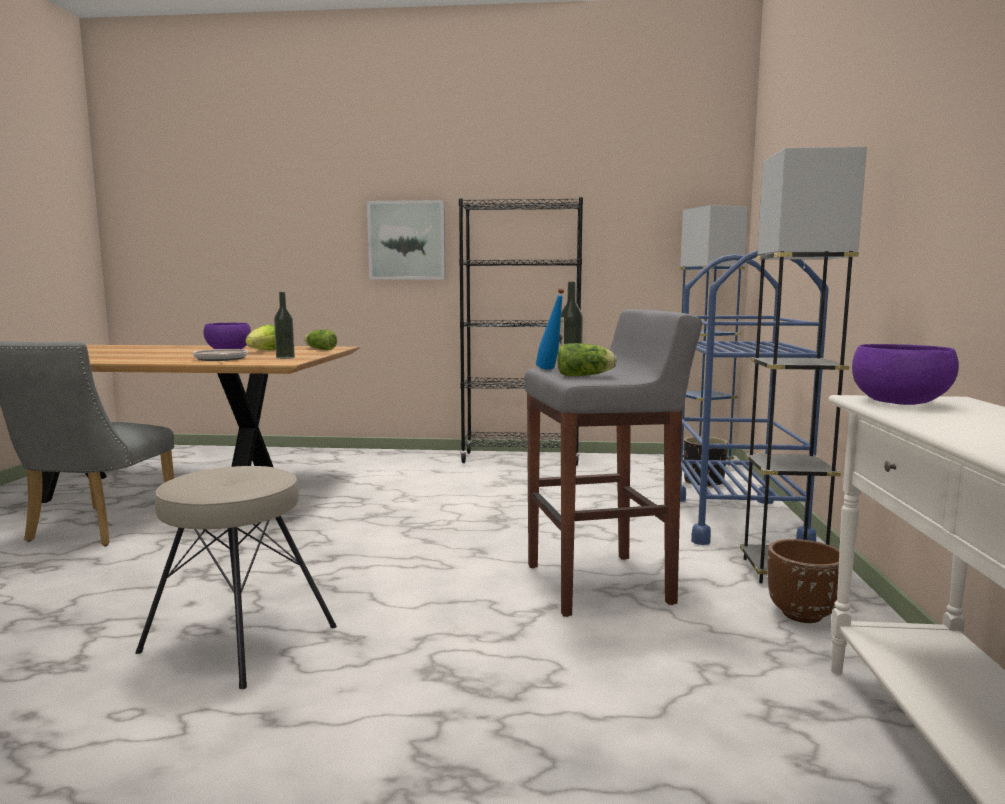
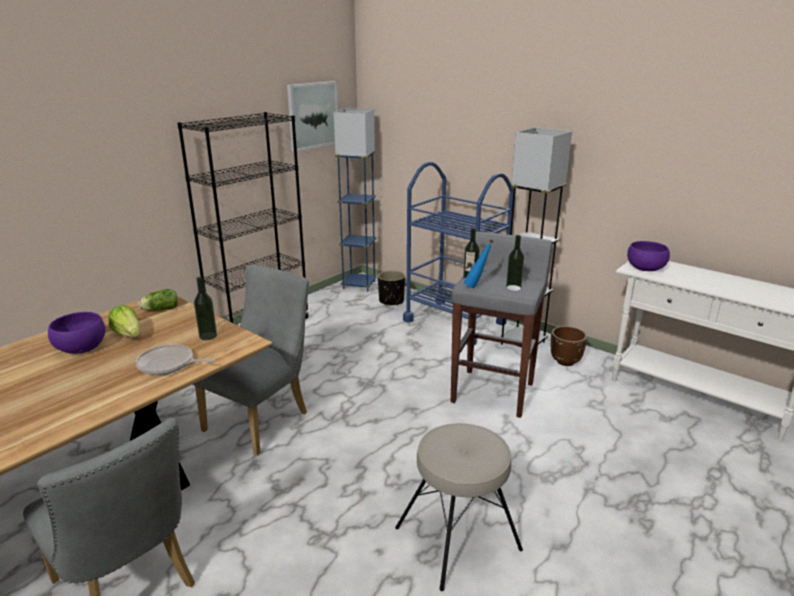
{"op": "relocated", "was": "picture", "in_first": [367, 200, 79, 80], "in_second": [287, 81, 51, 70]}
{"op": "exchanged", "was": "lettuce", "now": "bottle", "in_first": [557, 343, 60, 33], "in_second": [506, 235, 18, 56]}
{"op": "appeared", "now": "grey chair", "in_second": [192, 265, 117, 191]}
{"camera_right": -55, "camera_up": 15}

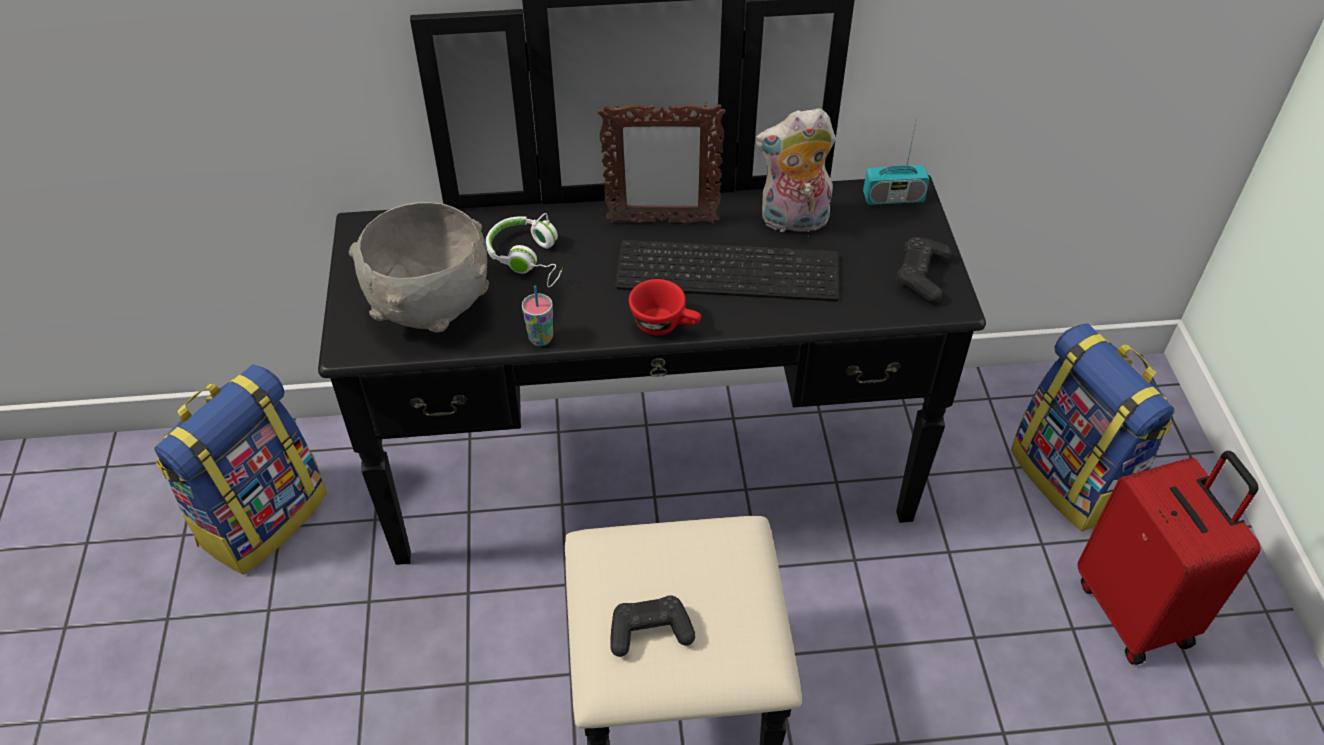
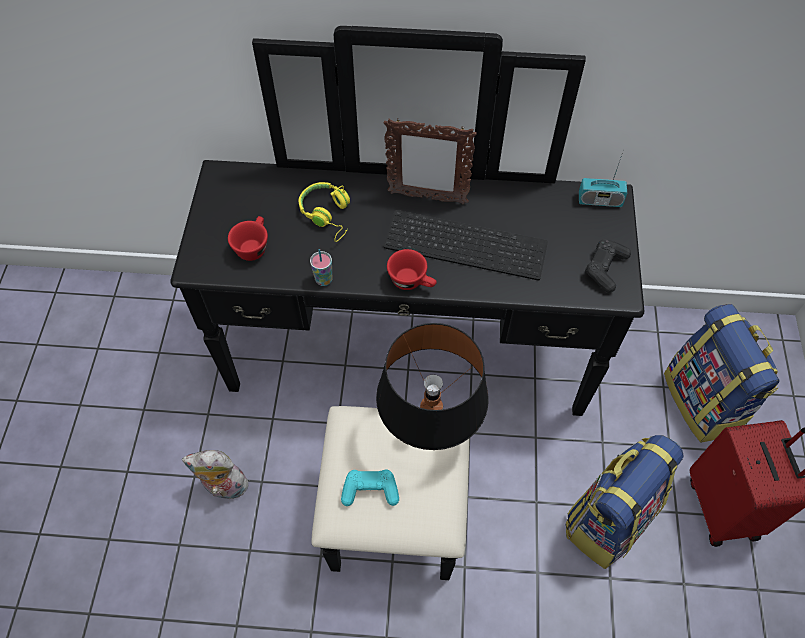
{"op": "relocated", "was": "plush toy", "in_first": [755, 108, 81, 124], "in_second": [182, 450, 67, 50]}
{"op": "exchanged", "was": "grey bowl", "now": "red cup", "in_first": [349, 202, 140, 131], "in_second": [228, 216, 40, 45]}
{"op": "colour", "was": "white headphones", "now": "yellow headphones", "in_first": [486, 213, 77, 74], "in_second": [299, 182, 51, 60]}
{"op": "relocated", "was": "backpack", "in_first": [155, 364, 172, 211], "in_second": [566, 435, 118, 134]}
{"op": "colour", "was": "black game controller", "now": "turquoise game controller", "in_first": [610, 595, 85, 62], "in_second": [341, 469, 58, 37]}
{"op": "appeared", "now": "black table lamp", "in_second": [376, 323, 113, 127]}
{"camera_right": 10, "camera_up": 10}

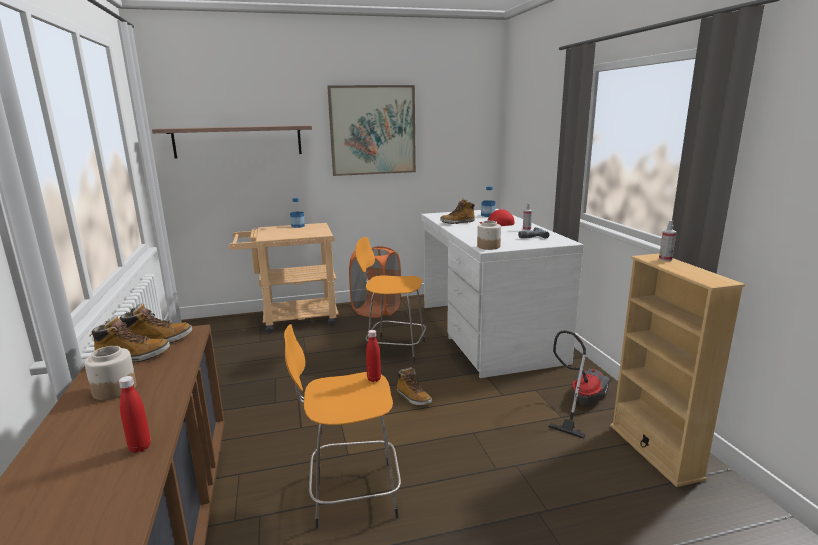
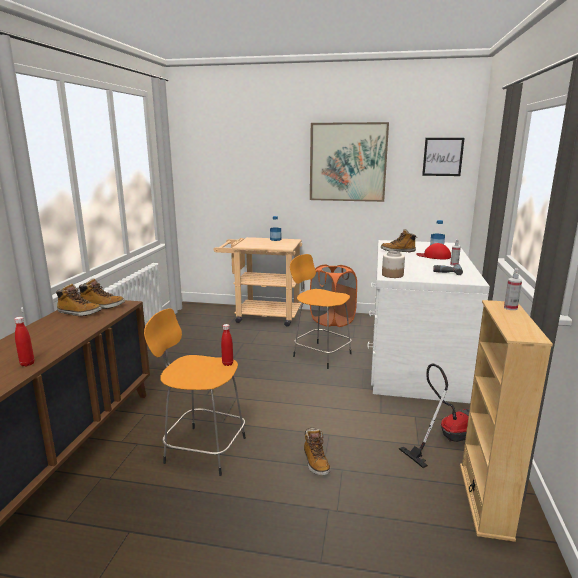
{"op": "missing", "was": "shelf", "in_first": [152, 125, 160, 33]}
{"op": "missing", "was": "jar", "in_first": [84, 346, 53, 54]}
{"op": "relocated", "was": "boot", "in_first": [397, 367, 35, 39], "in_second": [304, 428, 27, 47]}
{"op": "appeared", "now": "picture", "in_second": [422, 138, 43, 38]}
{"camera_right": 25, "camera_up": 0}

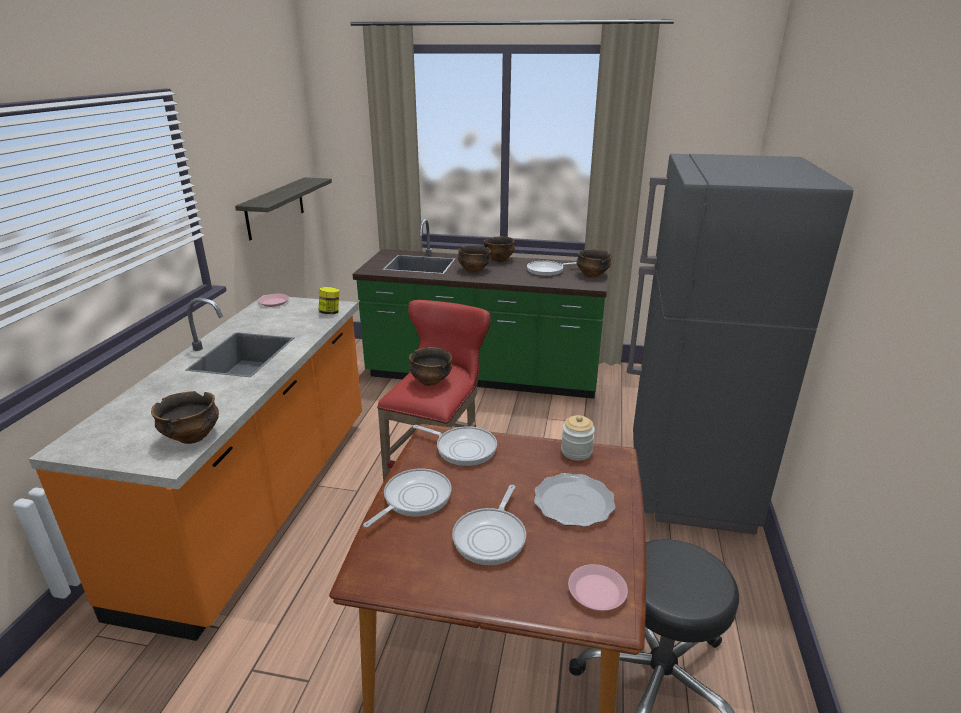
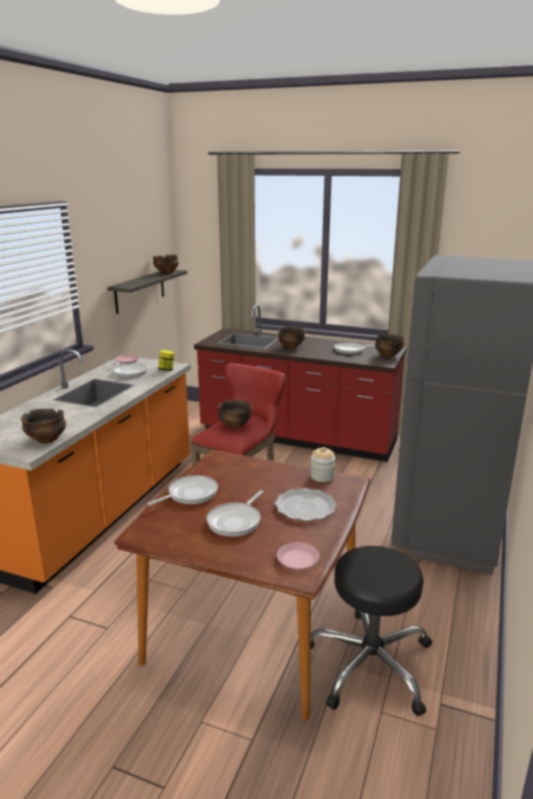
{"op": "colour", "was": "green counter", "now": "red counter", "in_first": [353, 219, 255, 180], "in_second": [194, 305, 213, 157]}
{"op": "relocated", "was": "bowl", "in_first": [483, 236, 32, 26], "in_second": [153, 255, 26, 19]}
{"op": "relocated", "was": "frying pan", "in_first": [413, 425, 84, 41], "in_second": [107, 361, 41, 17]}
{"camera_right": 10, "camera_up": -5}

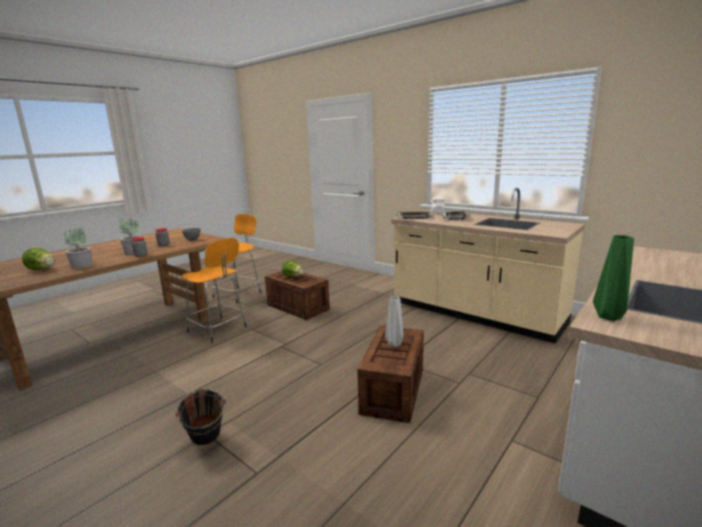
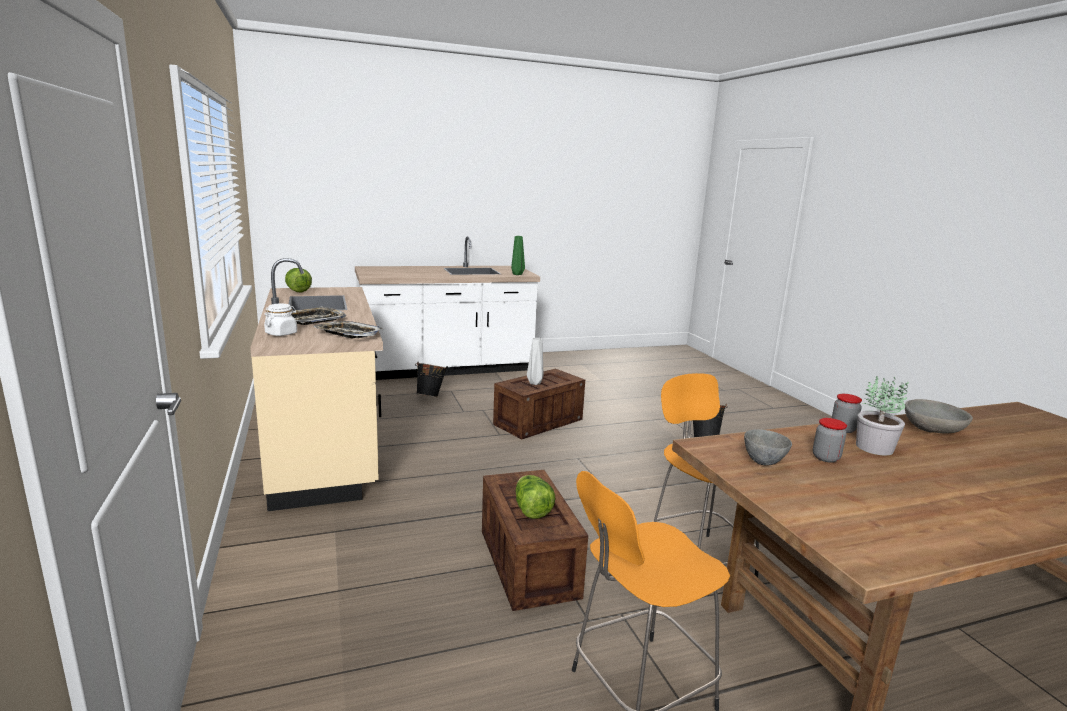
{"op": "exchanged", "was": "potted plant", "now": "grey bowl", "in_first": [64, 228, 28, 41], "in_second": [905, 399, 68, 35]}
{"op": "relocated", "was": "lettuce", "in_first": [22, 248, 33, 22], "in_second": [285, 268, 27, 24]}
{"op": "appeared", "now": "black bucket", "in_second": [415, 362, 33, 35]}
{"camera_right": -150, "camera_up": 0}

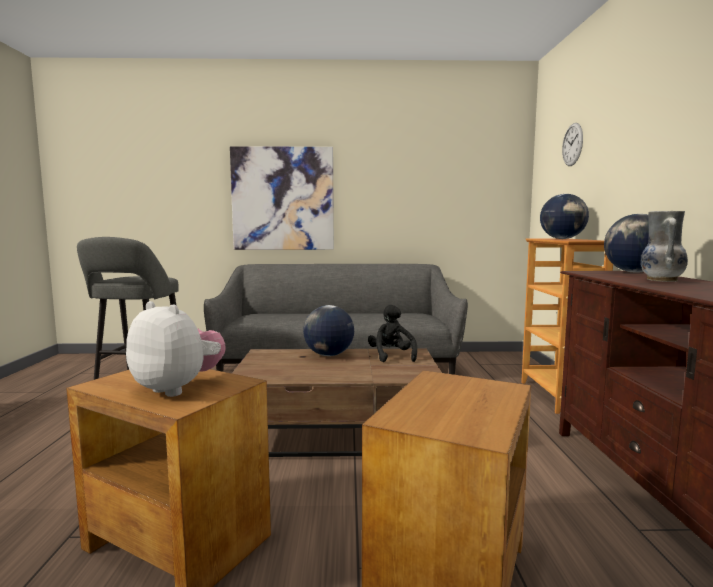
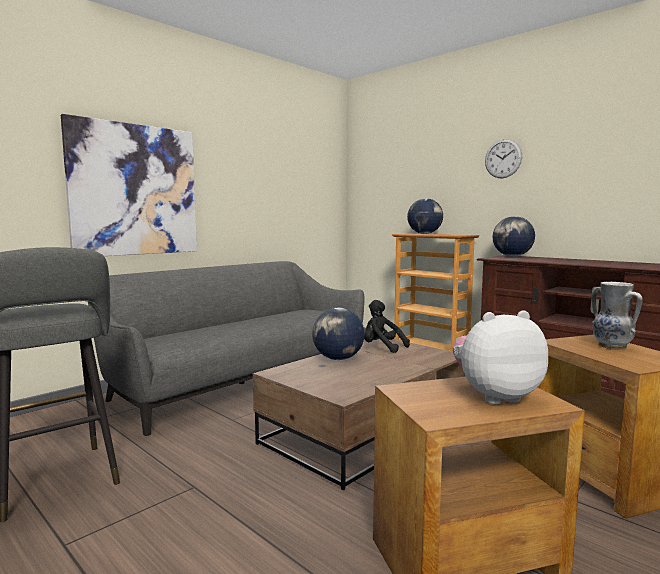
{"op": "relocated", "was": "wall clock", "in_first": [562, 123, 21, 43], "in_second": [485, 139, 37, 39]}
{"op": "relocated", "was": "vase", "in_first": [641, 211, 47, 71], "in_second": [591, 281, 52, 69]}
{"camera_right": -45, "camera_up": 0}

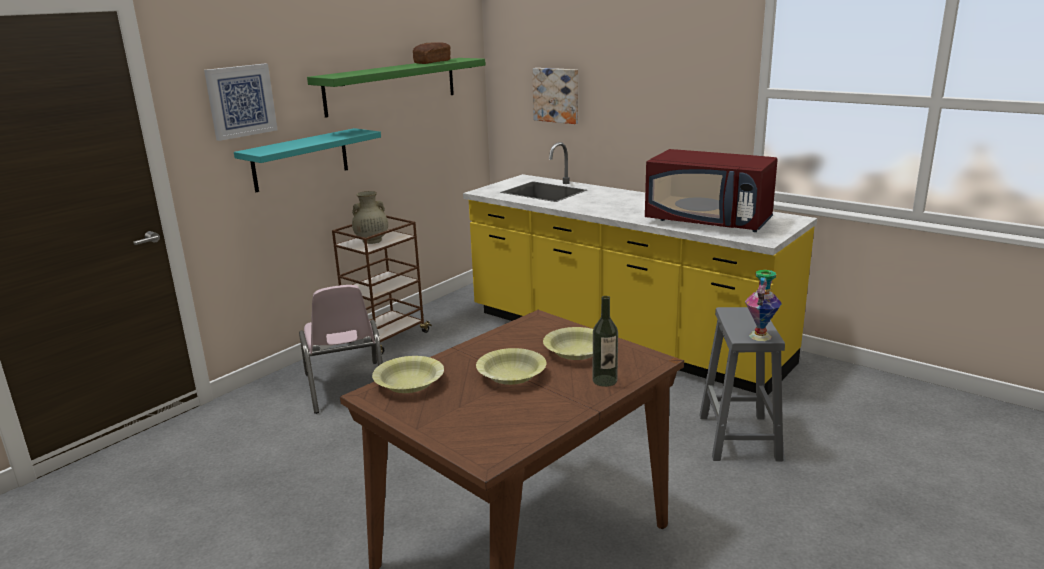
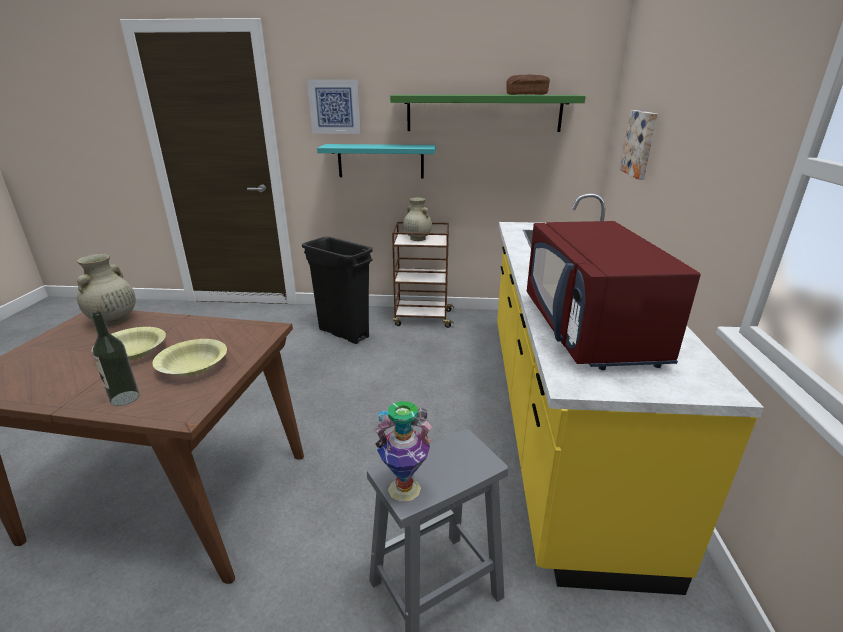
{"op": "exchanged", "was": "pink chair", "now": "black trash can", "in_first": [299, 285, 84, 129], "in_second": [302, 237, 71, 107]}
{"op": "exchanged", "was": "yellow bowl", "now": "beige vase", "in_first": [372, 356, 72, 37], "in_second": [77, 254, 59, 72]}
{"camera_right": 55, "camera_up": 5}

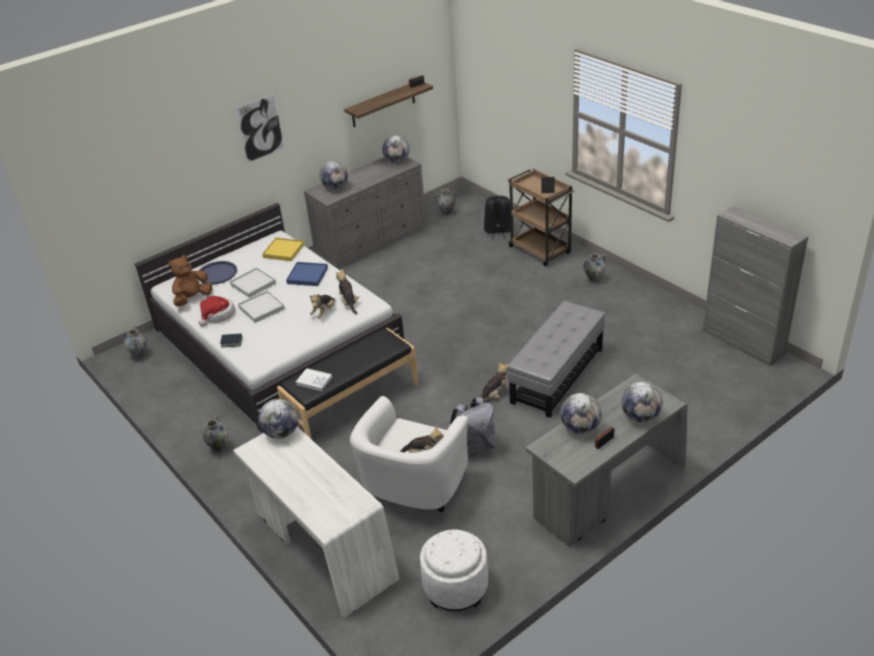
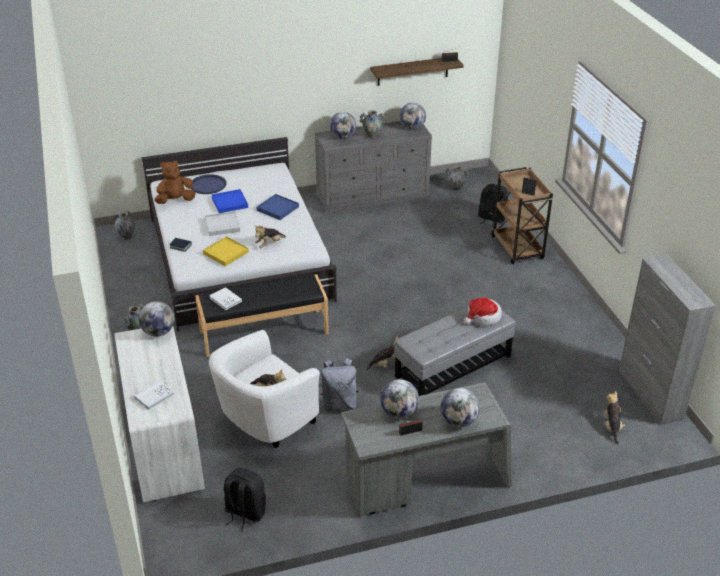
{"op": "missing", "was": "picture", "in_first": [235, 93, 50, 71]}
{"op": "relocated", "was": "yellow tray", "in_first": [262, 238, 42, 23], "in_second": [203, 236, 46, 30]}
{"op": "relocated", "was": "vase", "in_first": [583, 253, 23, 30], "in_second": [360, 110, 25, 29]}
{"op": "colour", "was": "white tray", "now": "blue tray", "in_first": [230, 268, 46, 30], "in_second": [212, 189, 36, 24]}
{"op": "relocated", "was": "plush toy", "in_first": [336, 269, 23, 46], "in_second": [604, 390, 21, 55]}
{"op": "relocated", "was": "hat", "in_first": [199, 296, 36, 31], "in_second": [463, 298, 39, 28]}
{"op": "exchanged", "was": "white ottoman", "now": "black backpack", "in_first": [420, 529, 68, 82], "in_second": [224, 468, 42, 64]}
{"op": "appeared", "now": "white book", "in_second": [134, 380, 41, 30]}
{"camera_right": 20, "camera_up": 0}

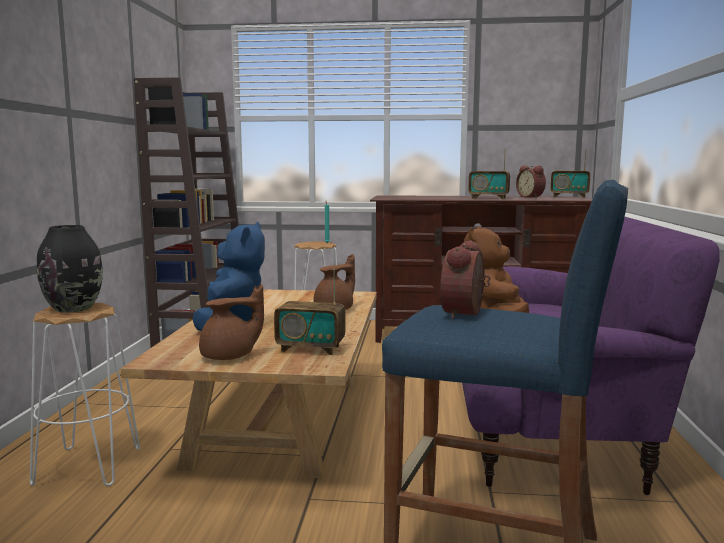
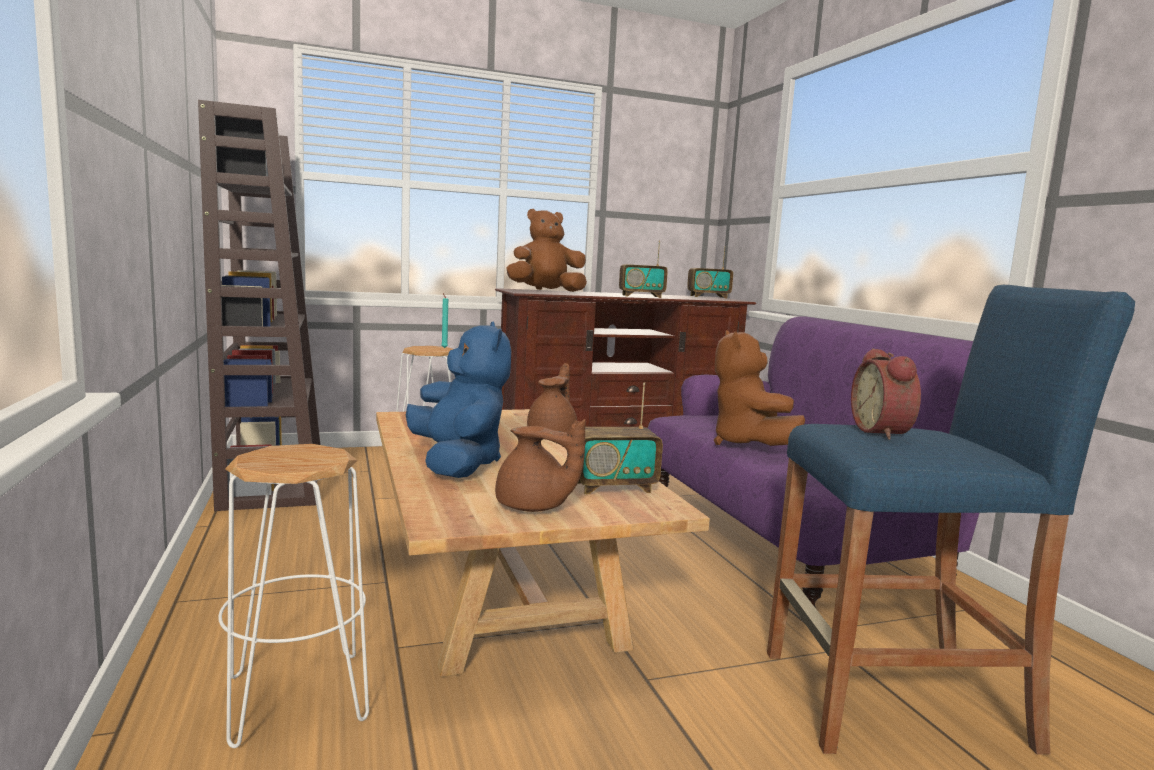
{"op": "missing", "was": "alarm clock", "in_first": [516, 165, 30, 33]}
{"op": "missing", "was": "black vase", "in_first": [37, 225, 66, 88]}
{"op": "spun", "was": "brown teapot", "in_first": [199, 284, 65, 76], "in_second": [495, 419, 91, 93], "clockwise": 75}
{"op": "appeared", "now": "brown plush toy", "in_second": [506, 209, 81, 83]}
{"camera_right": -25, "camera_up": 0}

